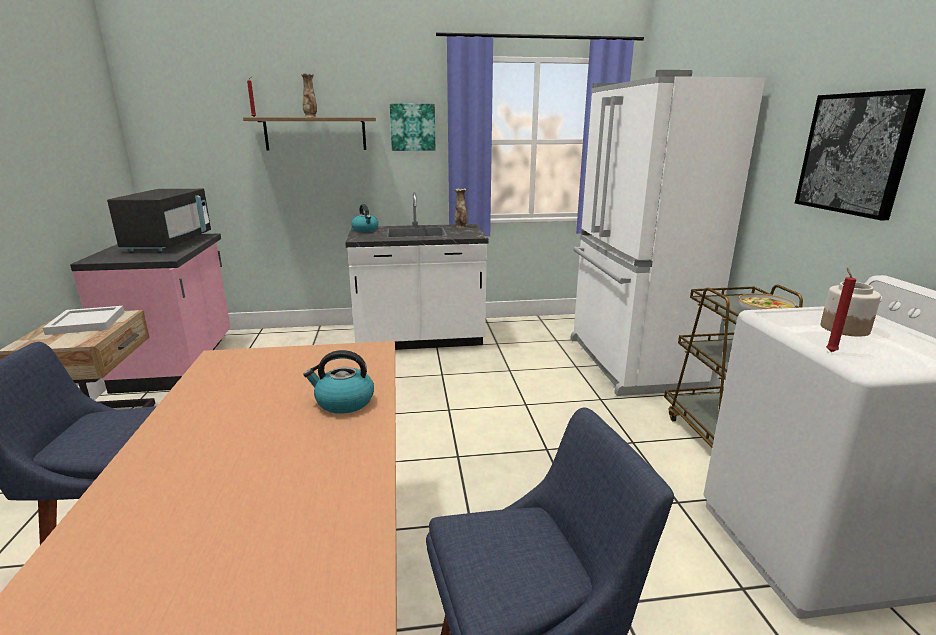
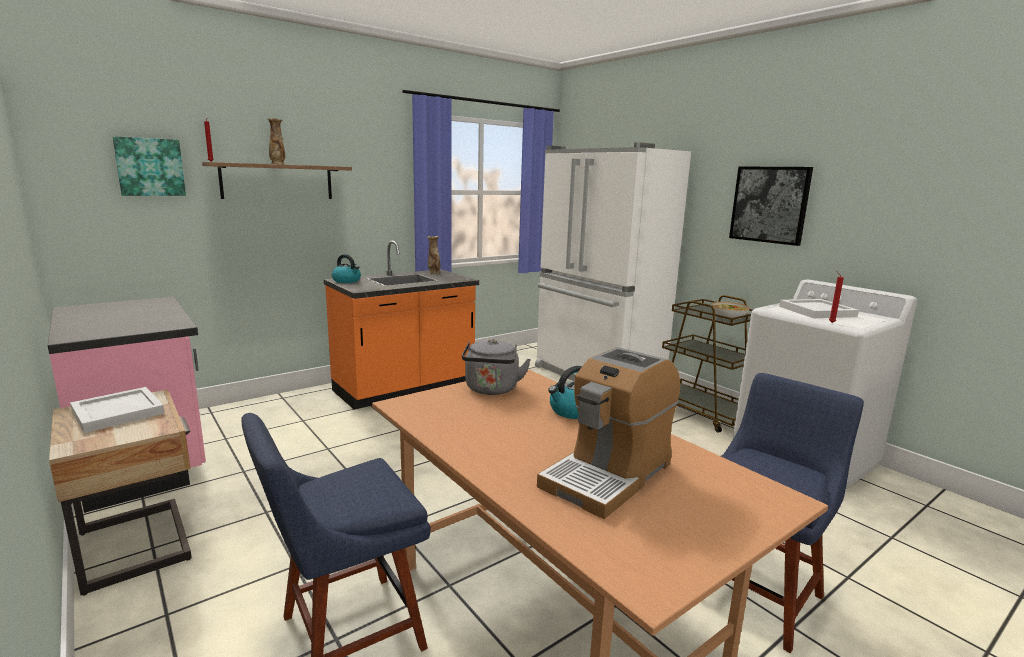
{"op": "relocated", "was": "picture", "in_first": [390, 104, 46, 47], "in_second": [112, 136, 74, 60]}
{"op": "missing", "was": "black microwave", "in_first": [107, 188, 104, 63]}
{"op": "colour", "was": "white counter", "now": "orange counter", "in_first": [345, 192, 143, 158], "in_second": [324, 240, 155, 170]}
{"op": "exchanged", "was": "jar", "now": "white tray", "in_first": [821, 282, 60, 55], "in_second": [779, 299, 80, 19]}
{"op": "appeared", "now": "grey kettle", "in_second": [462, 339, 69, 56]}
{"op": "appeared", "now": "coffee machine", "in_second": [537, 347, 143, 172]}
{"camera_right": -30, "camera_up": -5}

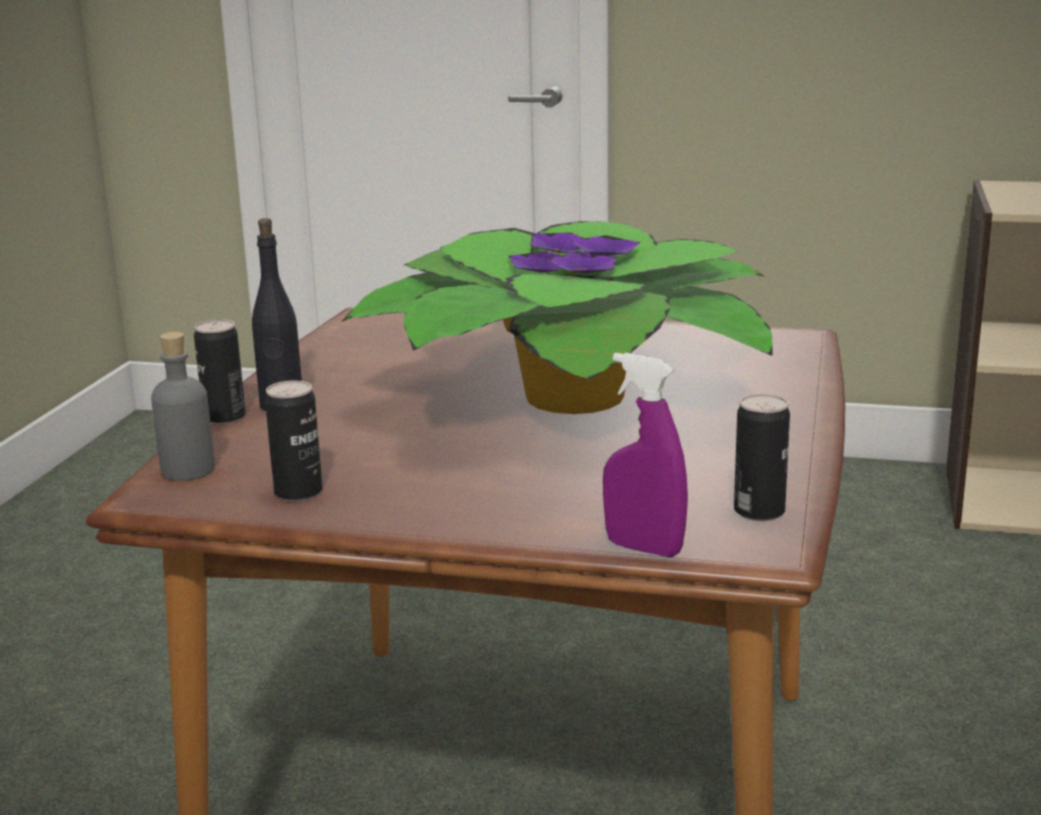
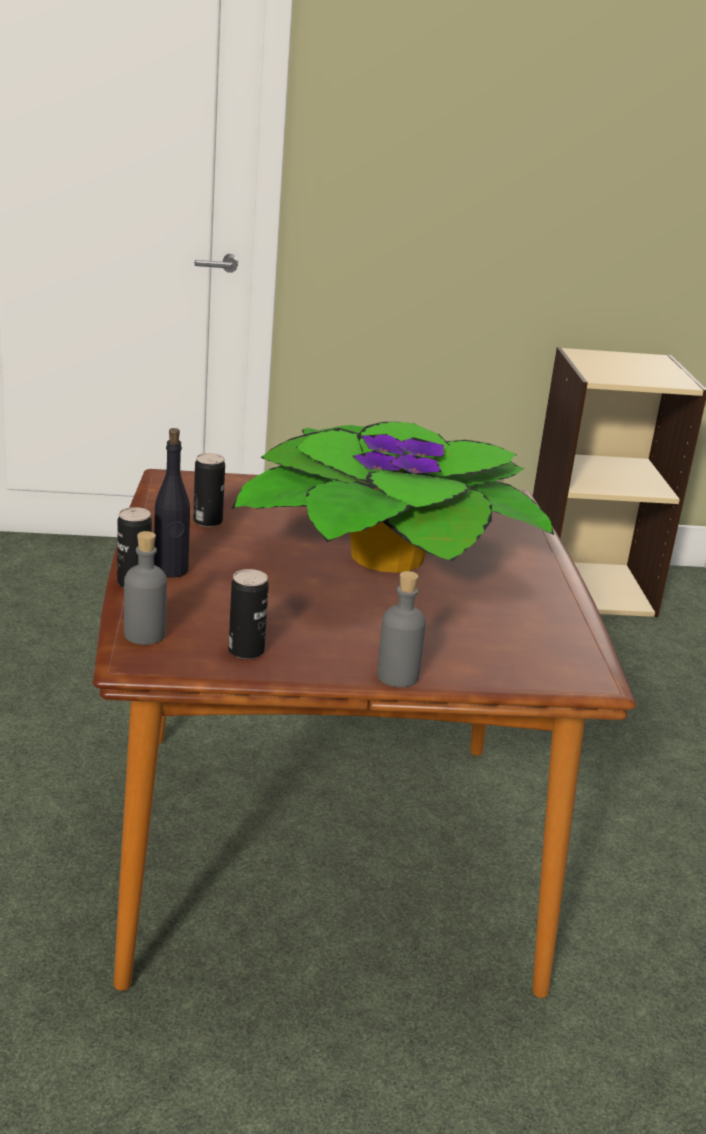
{"op": "missing", "was": "purple spray bottle", "in_first": [603, 353, 85, 204]}
{"op": "relocated", "was": "can", "in_first": [734, 394, 56, 127], "in_second": [193, 453, 32, 74]}
{"op": "appeared", "now": "grey bottle", "in_second": [377, 571, 49, 116]}
{"camera_right": -20, "camera_up": 5}

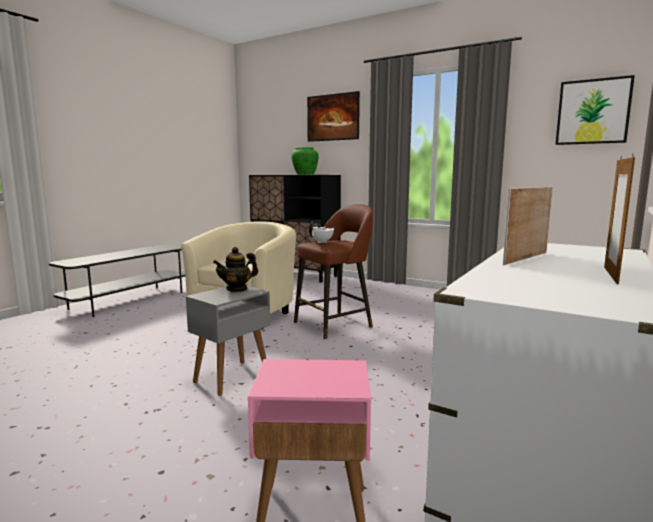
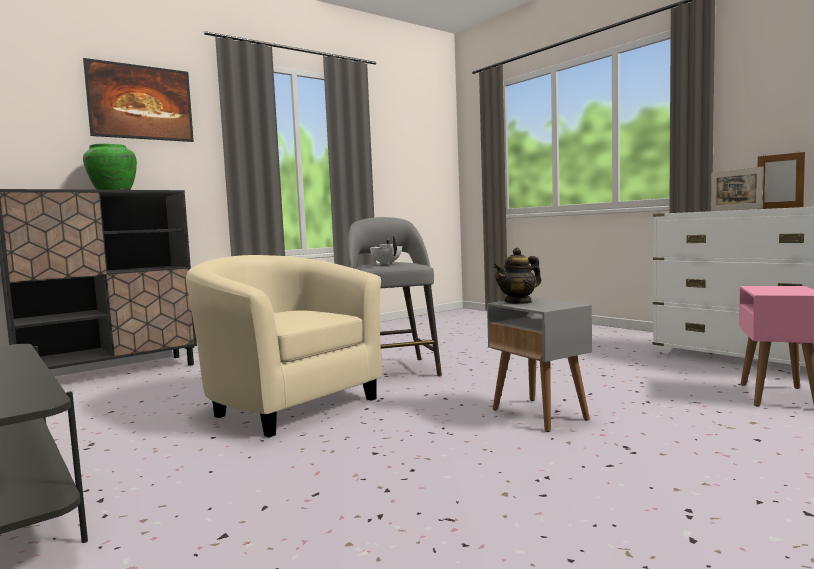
{"op": "missing", "was": "picture", "in_first": [555, 75, 80, 70]}
{"op": "colour", "was": "brown stool", "now": "grey stool", "in_first": [294, 204, 79, 135], "in_second": [348, 217, 94, 160]}
{"op": "spun", "was": "teapot", "in_first": [213, 247, 45, 45], "in_second": [493, 248, 48, 56], "clockwise": 75}
{"camera_right": -70, "camera_up": -5}

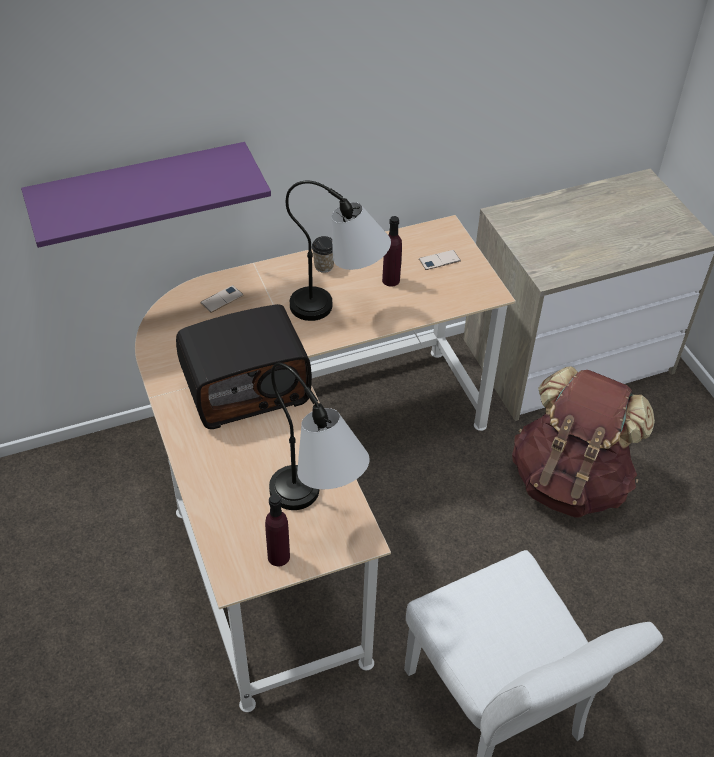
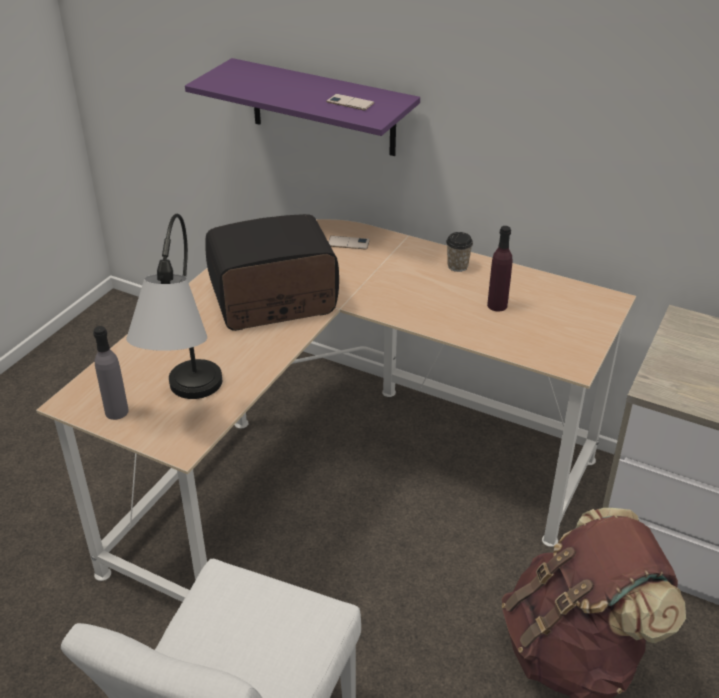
{"op": "missing", "was": "table lamp", "in_first": [286, 181, 105, 140]}
{"op": "relocated", "was": "phone", "in_first": [419, 250, 42, 20], "in_second": [326, 94, 48, 17]}
{"op": "spun", "was": "radio", "in_first": [176, 304, 136, 125], "in_second": [205, 214, 134, 117], "clockwise": 135}
{"op": "colour", "was": "purple bottle", "now": "grey bottle", "in_first": [265, 494, 25, 72], "in_second": [93, 326, 36, 94]}
{"camera_right": 50, "camera_up": -10}

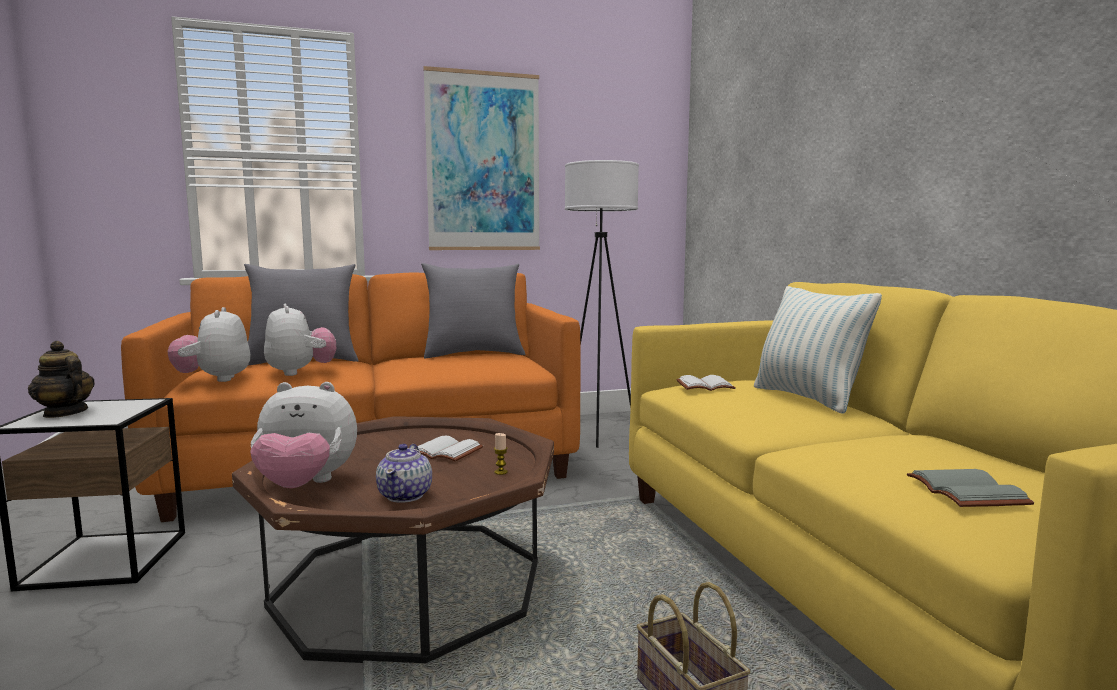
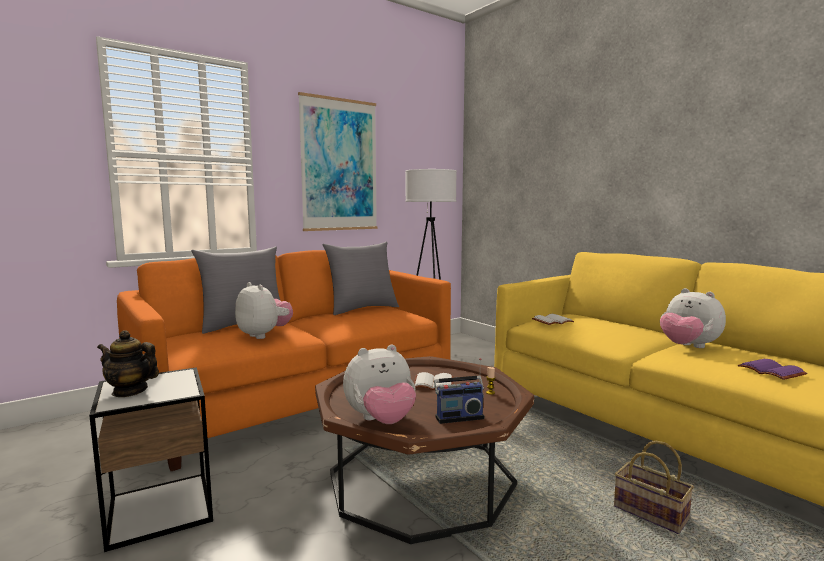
{"op": "missing", "was": "pillow", "in_first": [754, 286, 128, 128]}
{"op": "relocated", "was": "plush toy", "in_first": [168, 307, 83, 75], "in_second": [660, 288, 66, 60]}
{"op": "exchanged", "was": "teapot", "now": "radio", "in_first": [376, 444, 56, 59], "in_second": [434, 358, 50, 66]}
{"op": "colour", "was": "grey book", "now": "purple book", "in_first": [907, 469, 127, 38], "in_second": [738, 359, 69, 21]}
{"camera_right": -20, "camera_up": 0}

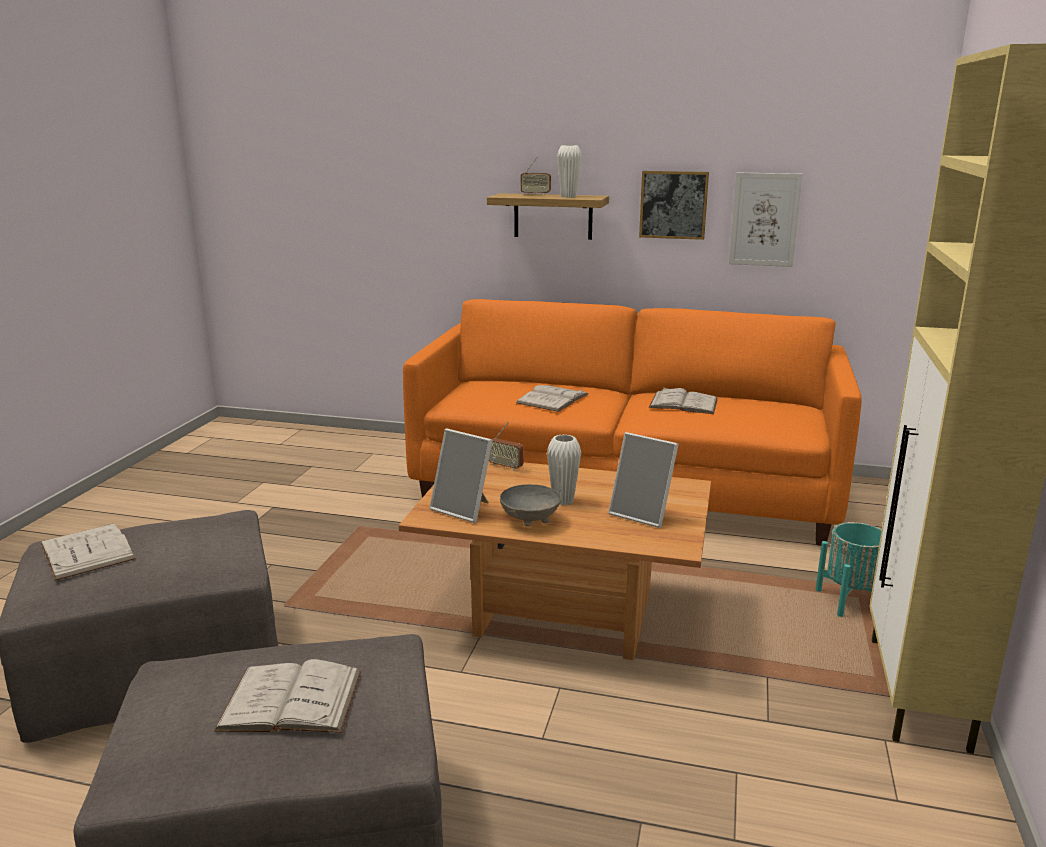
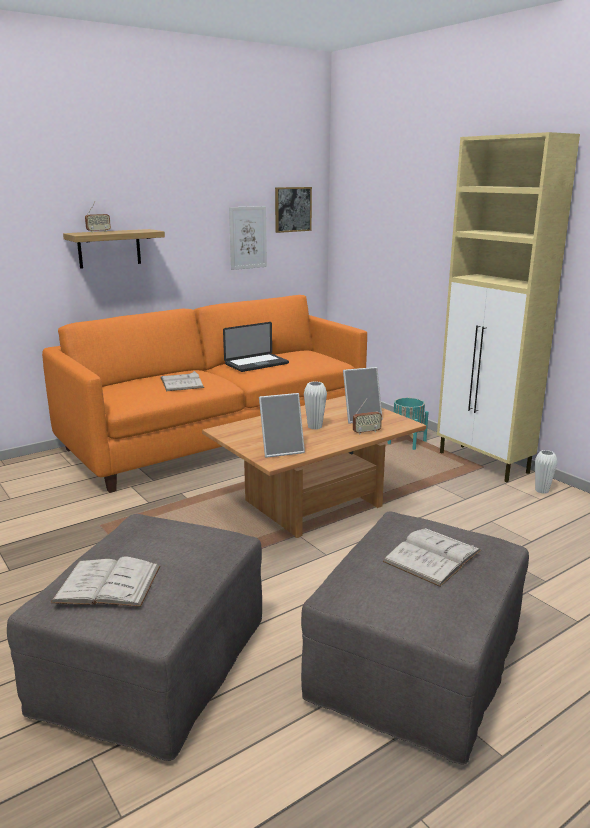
{"op": "relocated", "was": "white vase", "in_first": [557, 145, 25, 52], "in_second": [535, 450, 23, 44]}
{"op": "relocated", "was": "picture", "in_first": [639, 171, 70, 69], "in_second": [275, 187, 37, 46]}
{"op": "exchanged", "was": "white book", "now": "laptop", "in_first": [649, 388, 69, 26], "in_second": [223, 322, 66, 50]}
{"op": "relocated", "was": "radio", "in_first": [489, 422, 34, 49], "in_second": [353, 398, 29, 37]}
{"op": "missing", "was": "grey bowl", "in_first": [500, 484, 61, 42]}
{"camera_right": -50, "camera_up": 0}

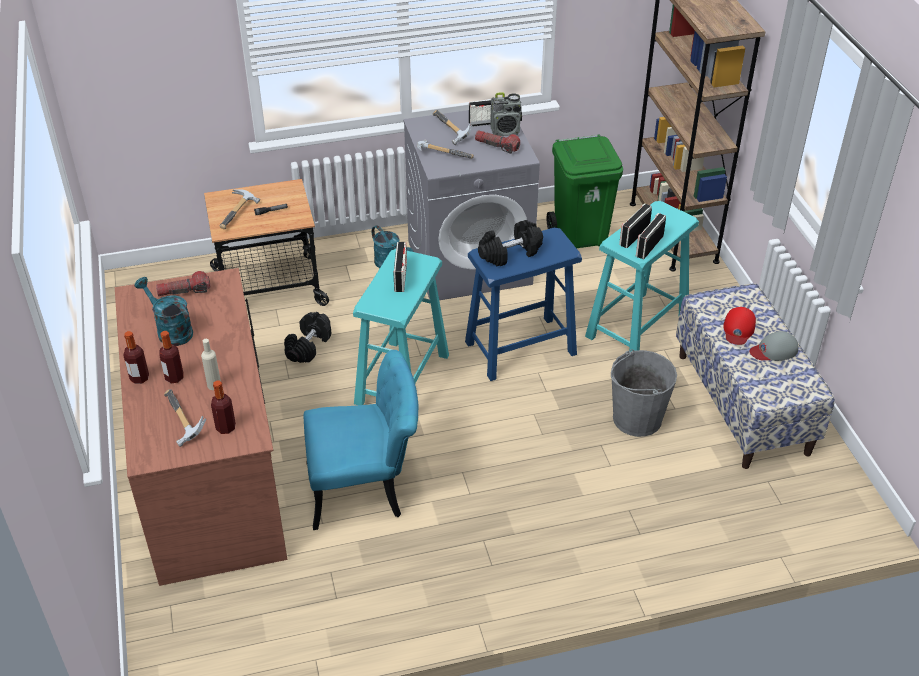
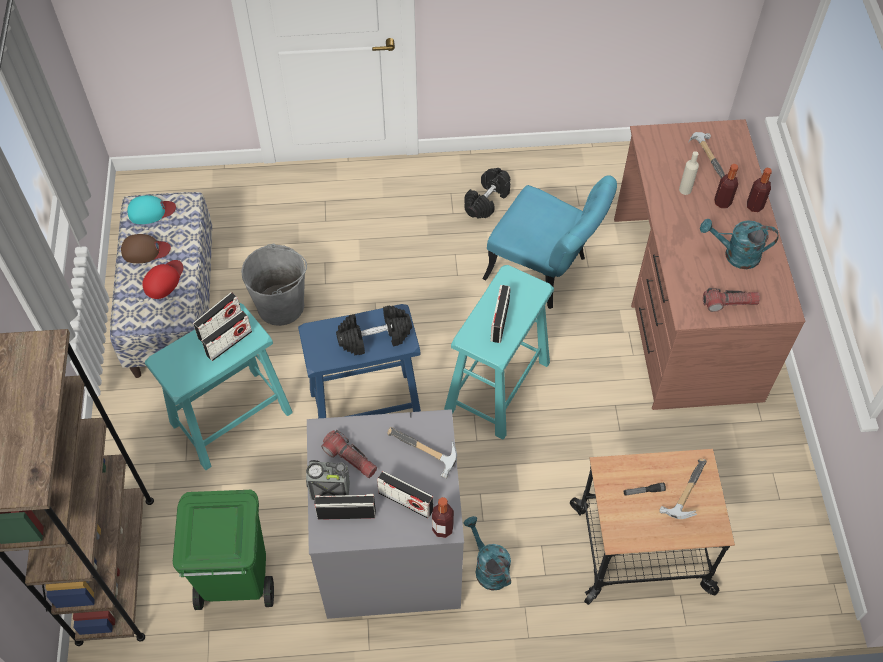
{"op": "exchanged", "was": "hammer", "now": "radio", "in_first": [433, 110, 39, 35], "in_second": [377, 471, 56, 48]}
{"op": "spun", "was": "turquoise watering can", "in_first": [134, 277, 59, 69], "in_second": [700, 219, 78, 50], "clockwise": 135}
{"op": "relocated", "was": "black dumbbell", "in_first": [284, 312, 47, 51], "in_second": [464, 168, 46, 51]}
{"op": "colour", "was": "grey cap", "now": "brown cap", "in_first": [750, 331, 48, 30], "in_second": [121, 234, 50, 29]}
{"op": "spun", "was": "turquoise chair", "in_first": [303, 350, 115, 180], "in_second": [482, 175, 135, 134], "clockwise": -150}
{"op": "relocated", "was": "bottle", "in_first": [211, 381, 25, 53], "in_second": [432, 497, 22, 41]}
{"op": "appeared", "now": "turquoise cap", "in_second": [127, 195, 49, 29]}
{"camera_right": -170, "camera_up": 15}

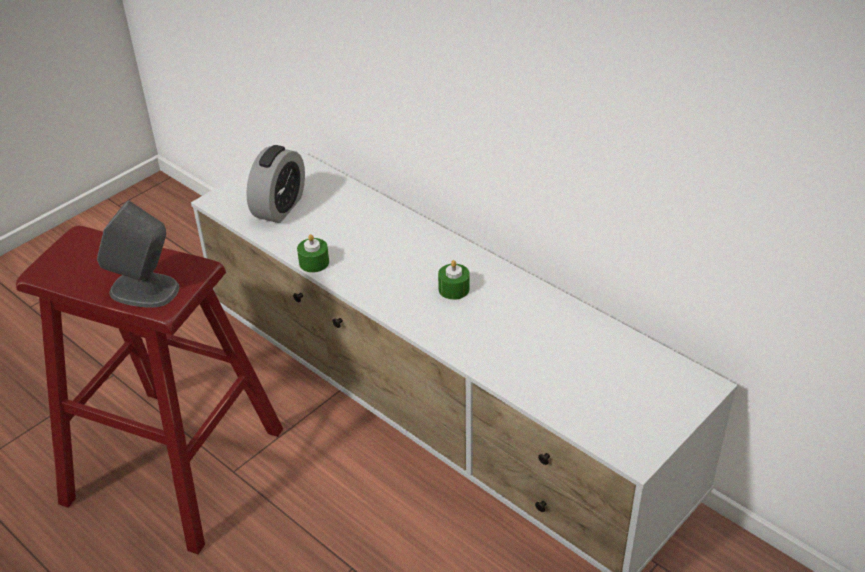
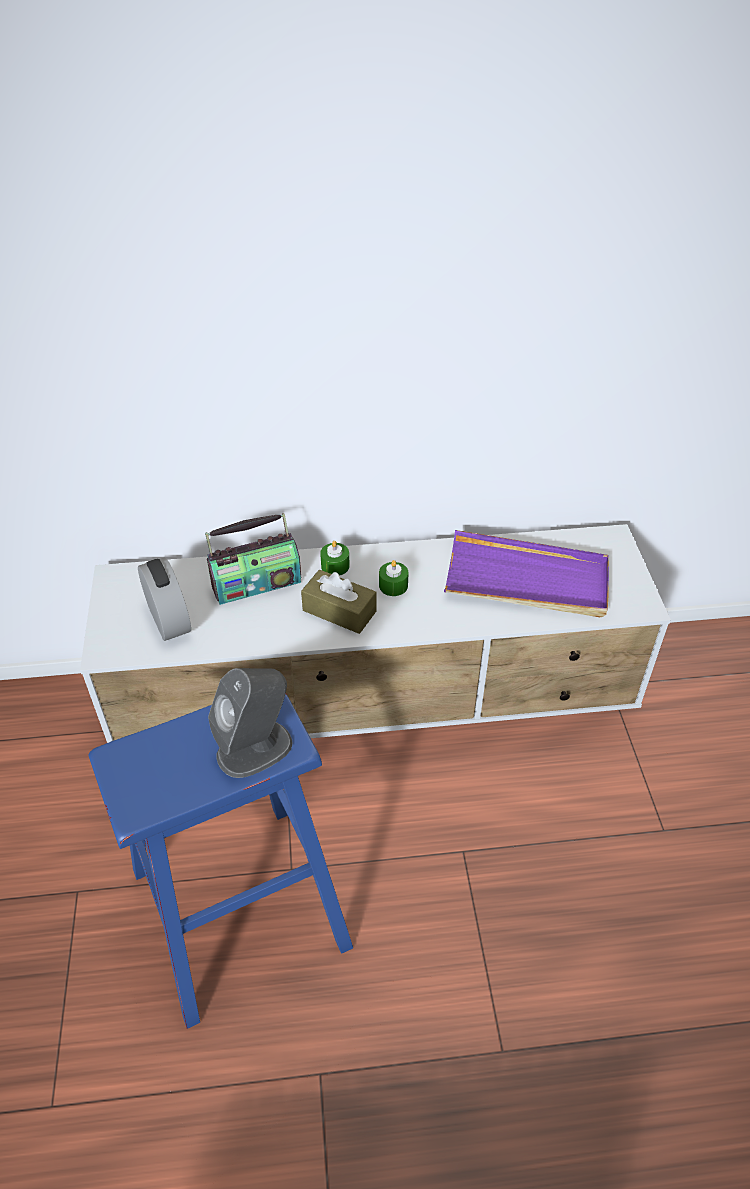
{"op": "colour", "was": "red stool", "now": "blue stool", "in_first": [16, 225, 267, 330], "in_second": [88, 694, 265, 335]}
{"op": "relocated", "was": "green candle", "in_first": [297, 234, 32, 39], "in_second": [320, 541, 30, 35]}
{"op": "appeared", "now": "radio", "in_second": [205, 513, 96, 92]}
{"op": "appeared", "now": "purple tray", "in_second": [444, 530, 165, 87]}
{"op": "appeared", "now": "brown tissue box", "in_second": [301, 570, 75, 64]}
{"camera_right": -50, "camera_up": 5}

